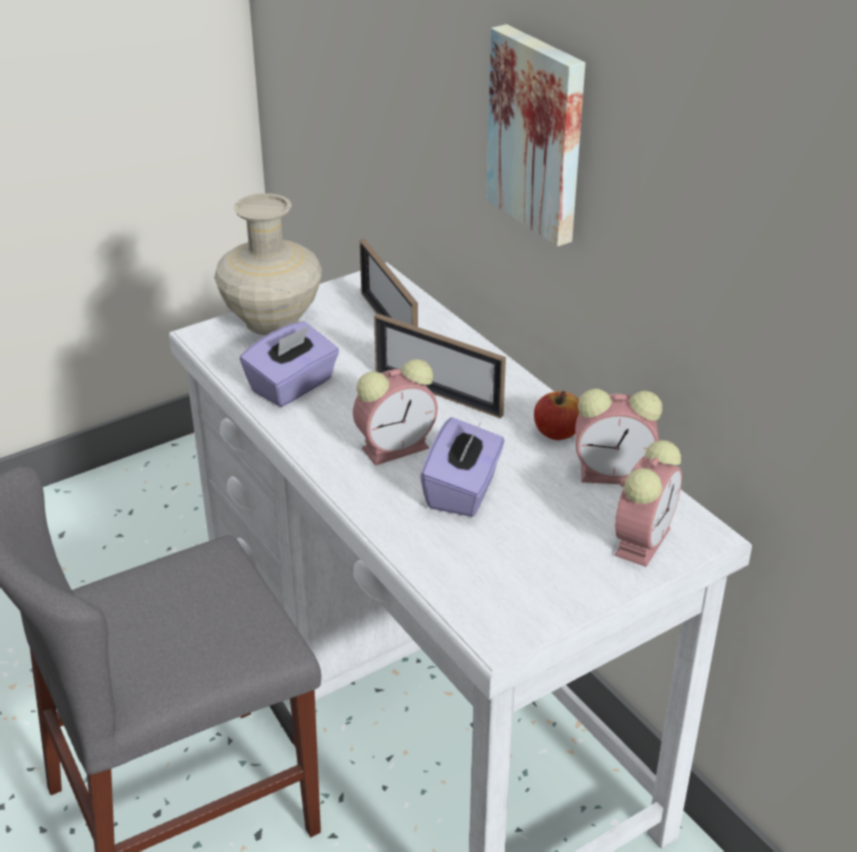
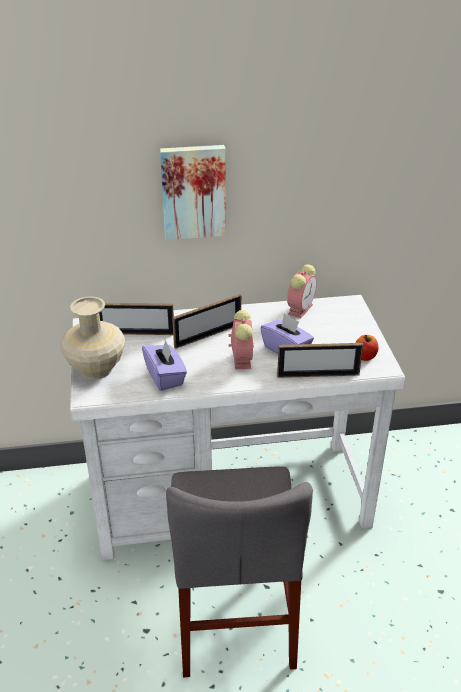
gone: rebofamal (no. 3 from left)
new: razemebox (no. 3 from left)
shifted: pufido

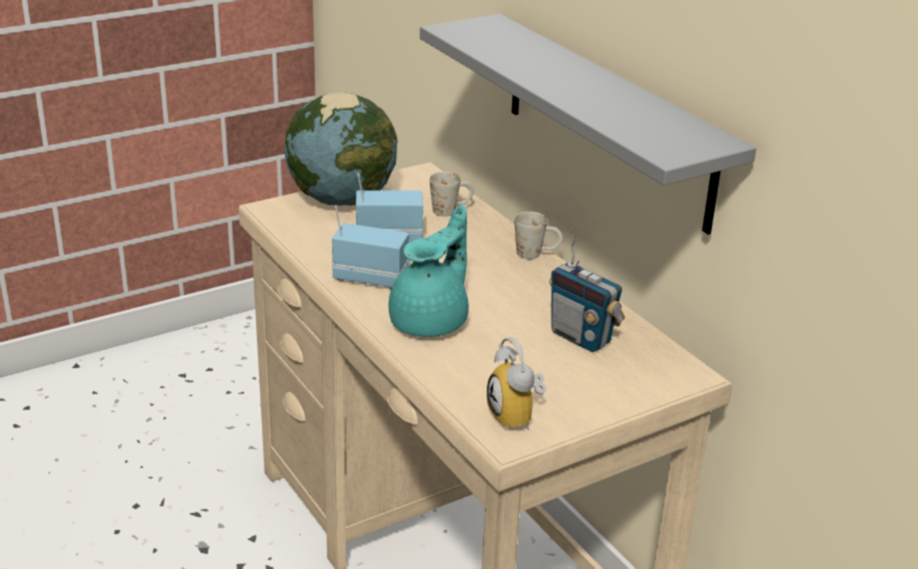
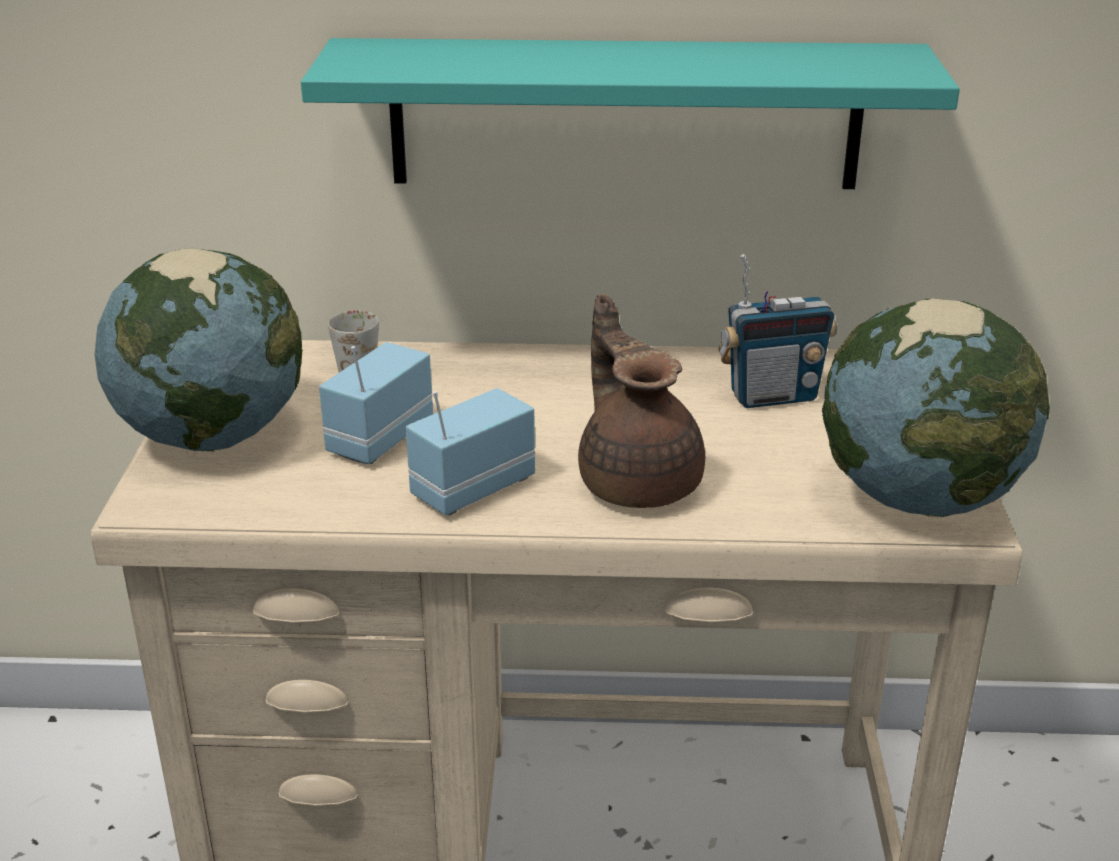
gone: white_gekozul (no. 2 from left)
swapped: rebofamal to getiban (no. 2 from left)
repainted: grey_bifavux to turquoise_bifavux; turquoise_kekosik to brown_kekosik

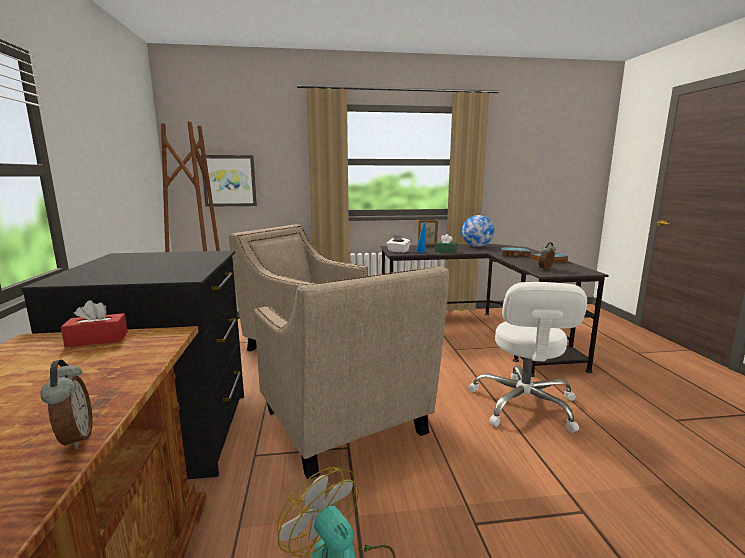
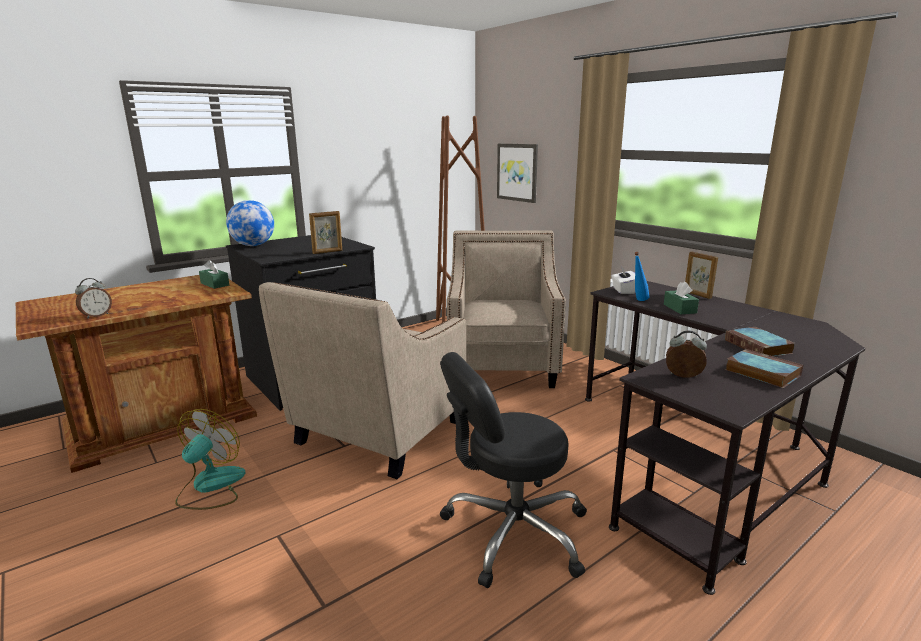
new: razemebox (no. 1 from left)
shifted: getiban
repainted: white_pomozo to black_pomozo; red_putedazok to green_putedazok (no. 1 from left)

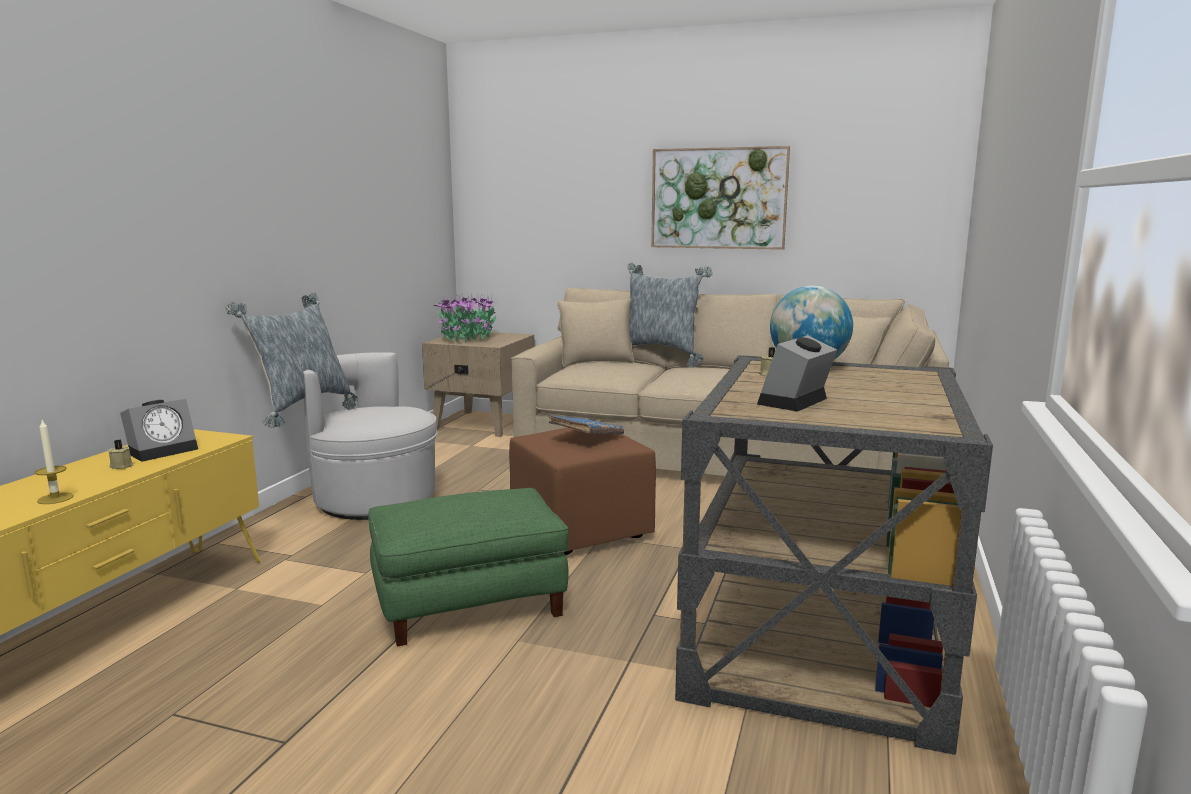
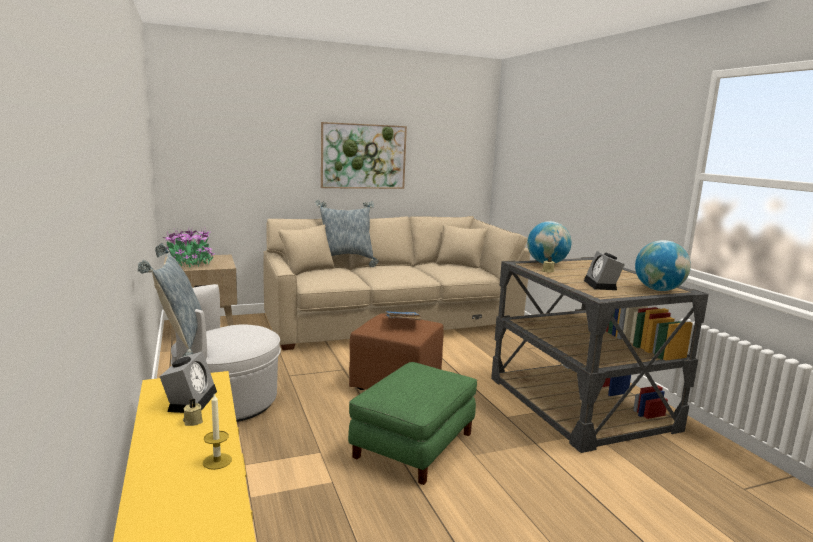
new: getiban (no. 2 from left)

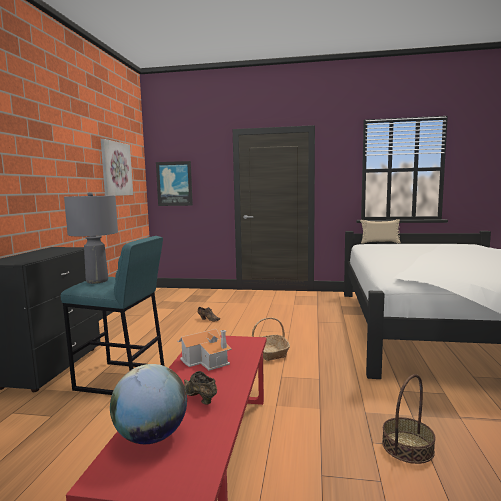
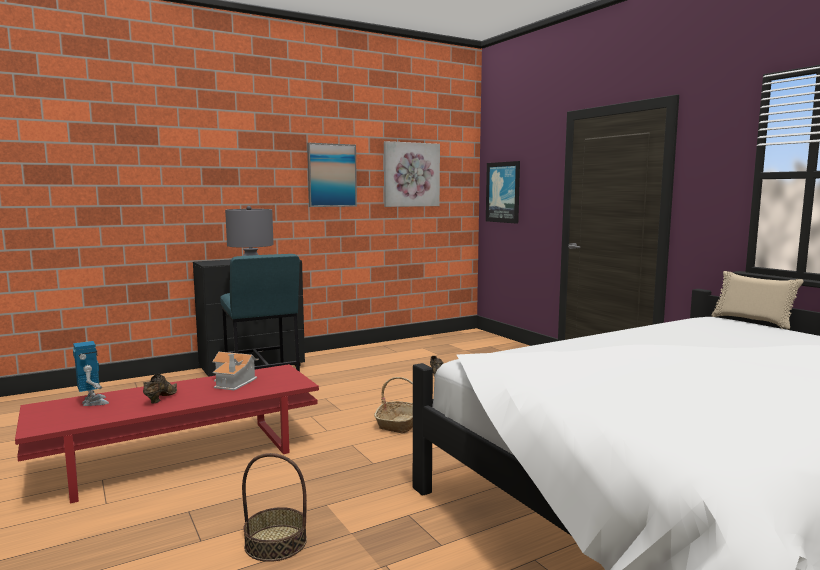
new: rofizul (no. 1 from left)
swapped: getiban to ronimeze

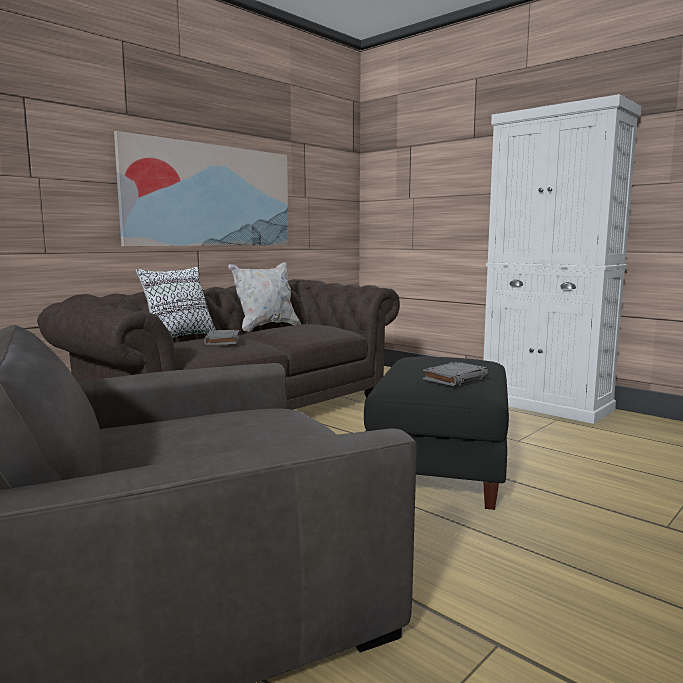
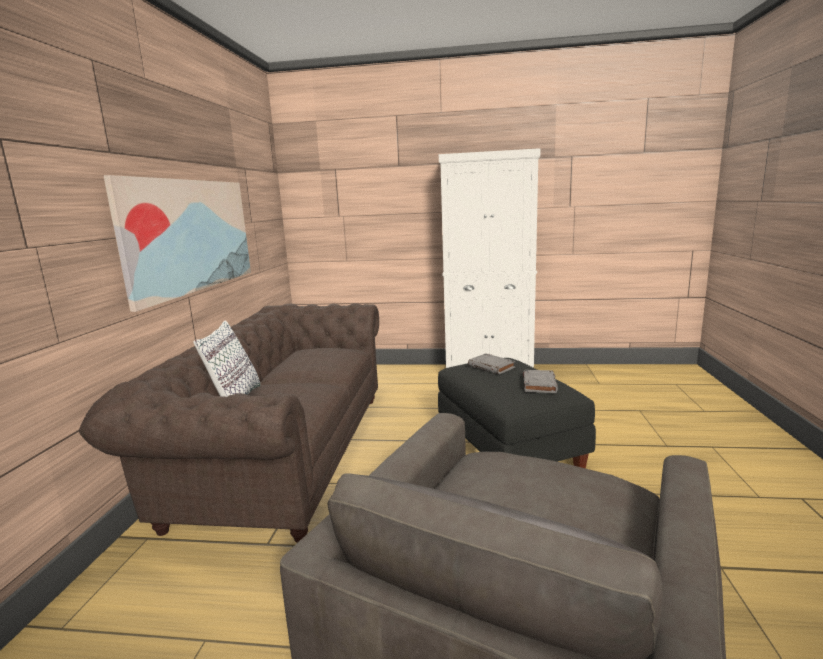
gone: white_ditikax (no. 2 from left)
shifted: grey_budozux (no. 1 from left)

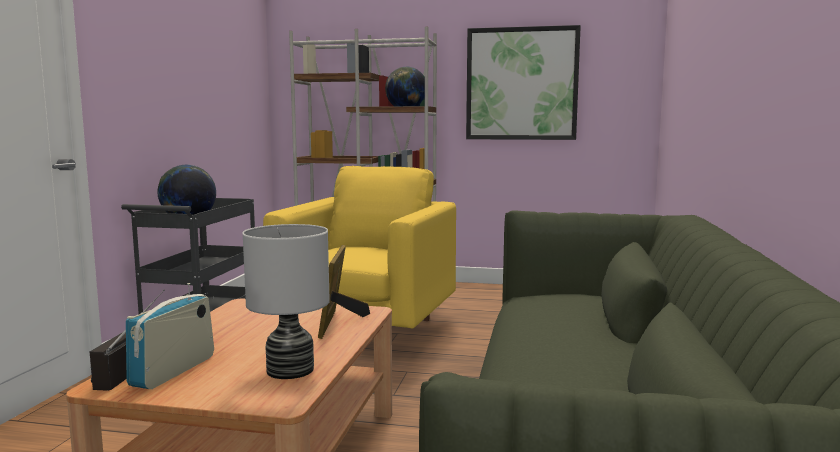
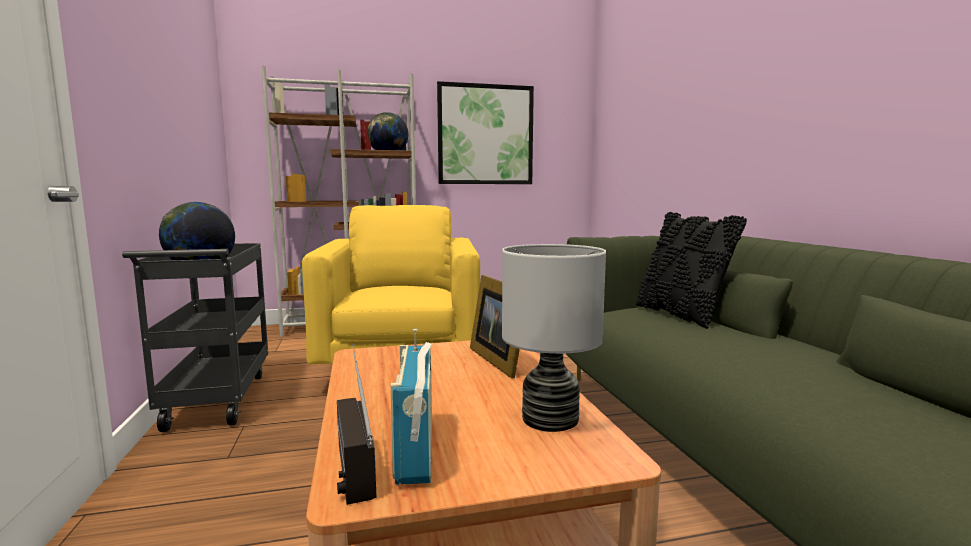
new: black_ditikax

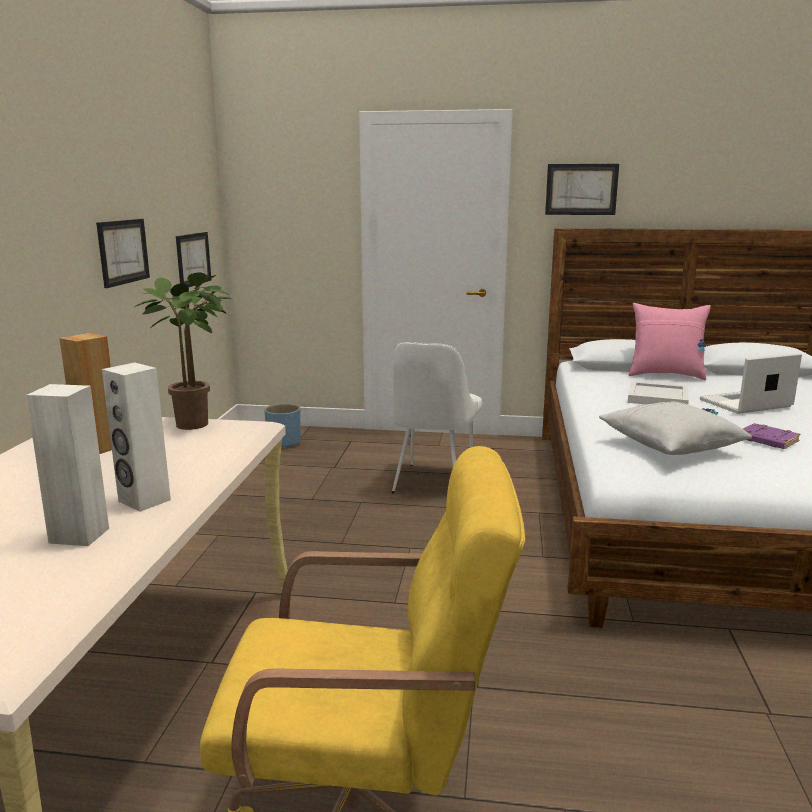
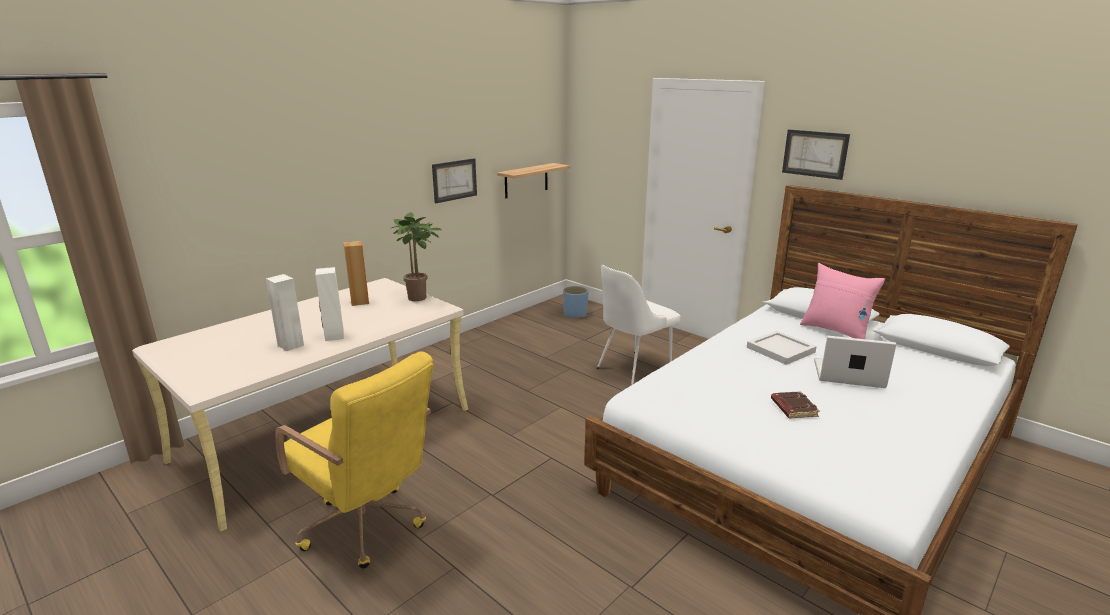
gone: grey_ditikax
swapped: rofizul (no. 2 from left) to bifavux
repainted: purple_budozux to brown_budozux

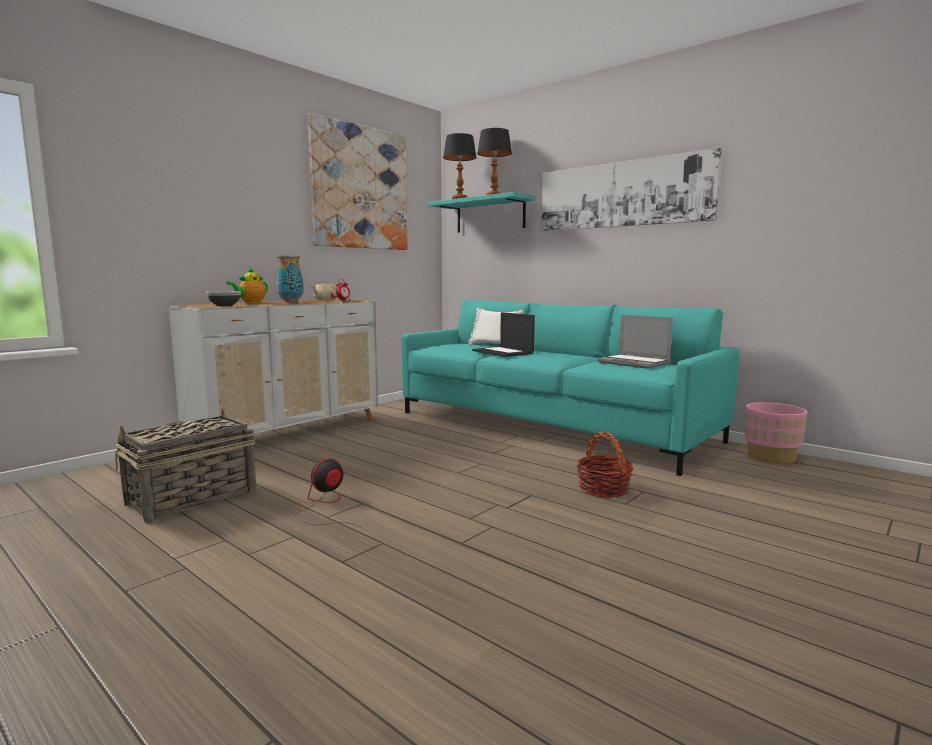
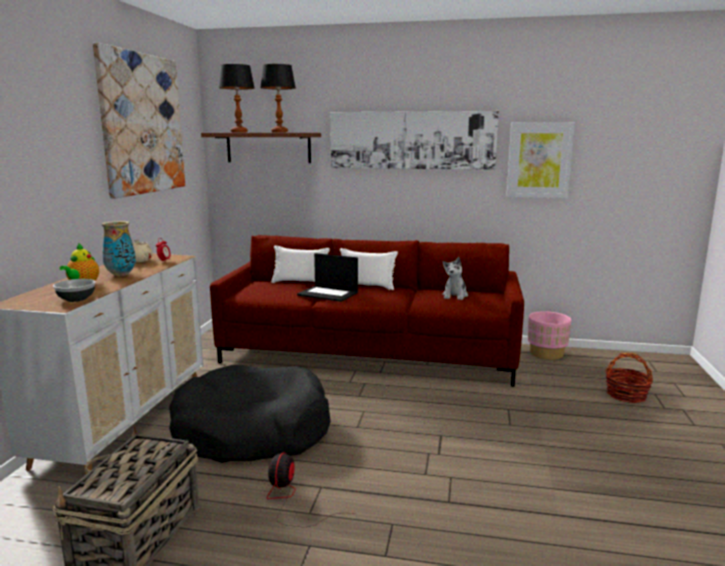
new: rofizul (no. 3 from left); white_ditikax (no. 2 from left); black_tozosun
shifted: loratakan (no. 2 from left)
swapped: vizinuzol (no. 2 from left) to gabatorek
repainted: turquoise_bifavux to brown_bifavux; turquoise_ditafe to red_ditafe

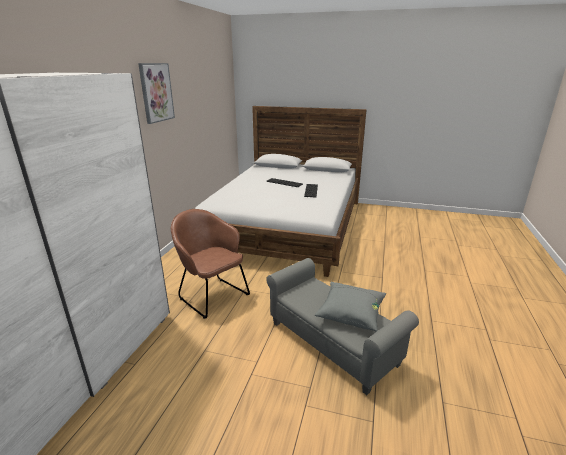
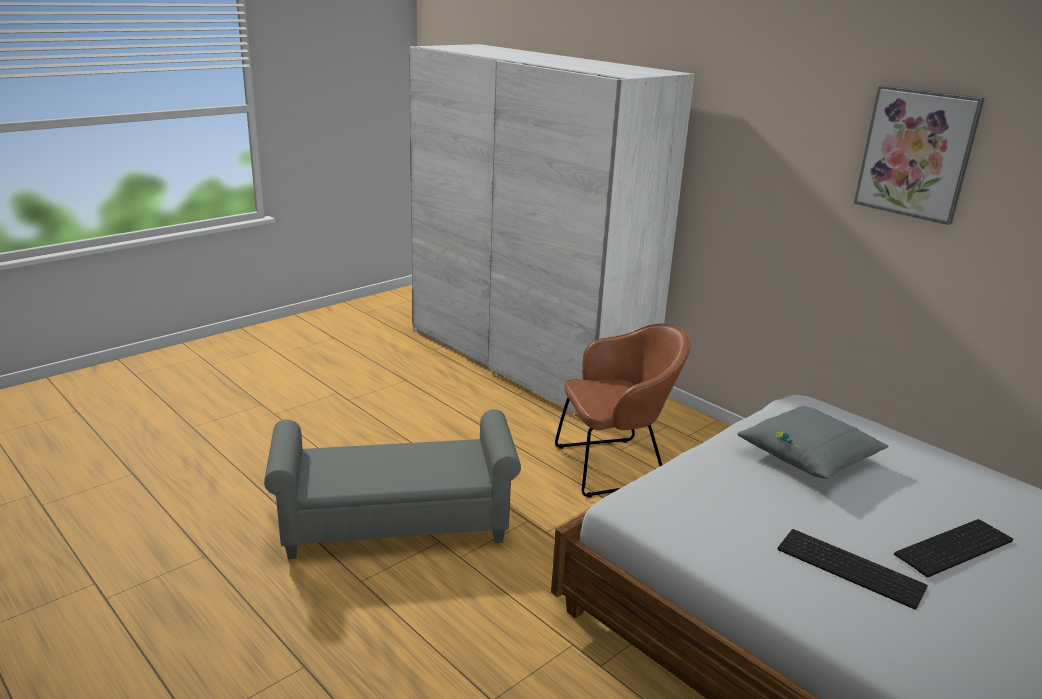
shifted: grey_ditikax

